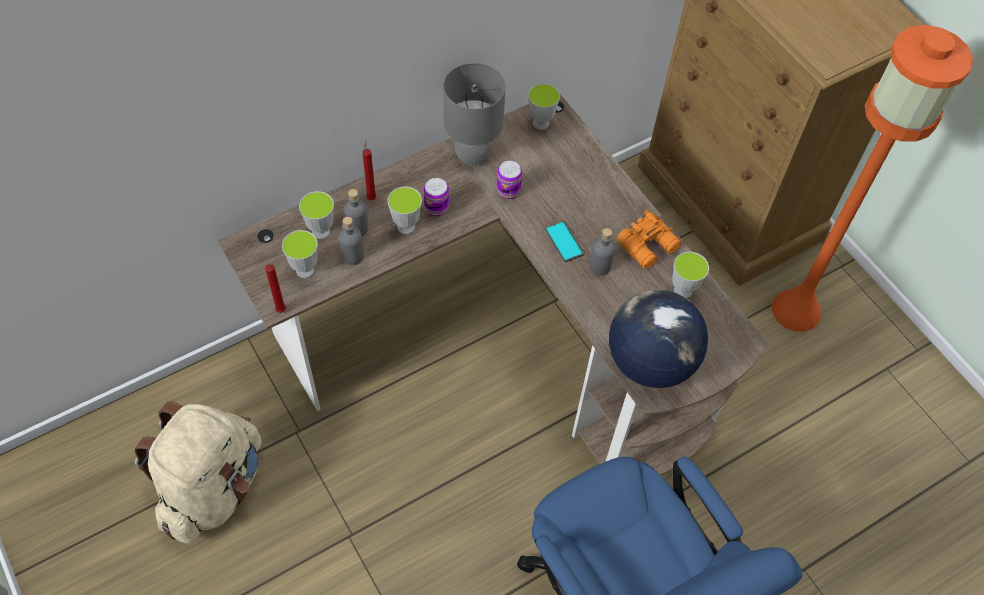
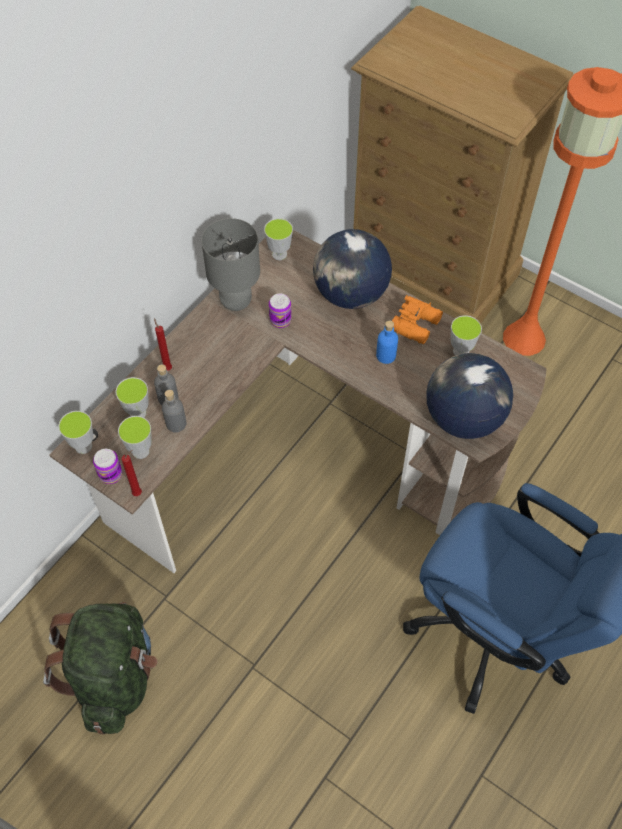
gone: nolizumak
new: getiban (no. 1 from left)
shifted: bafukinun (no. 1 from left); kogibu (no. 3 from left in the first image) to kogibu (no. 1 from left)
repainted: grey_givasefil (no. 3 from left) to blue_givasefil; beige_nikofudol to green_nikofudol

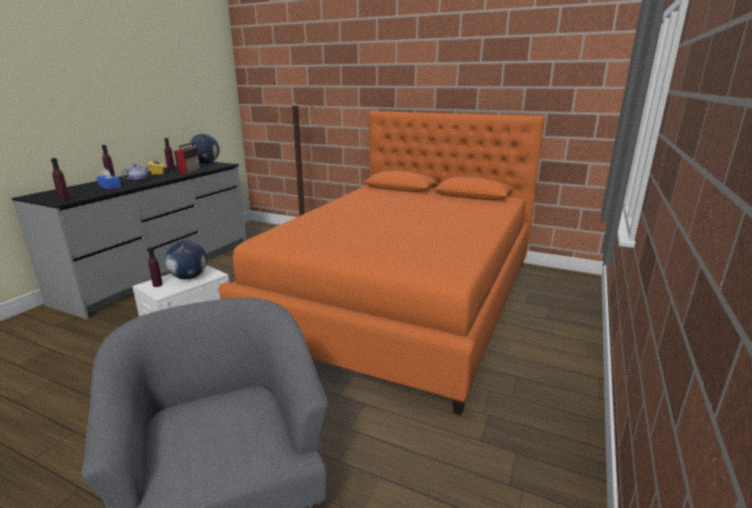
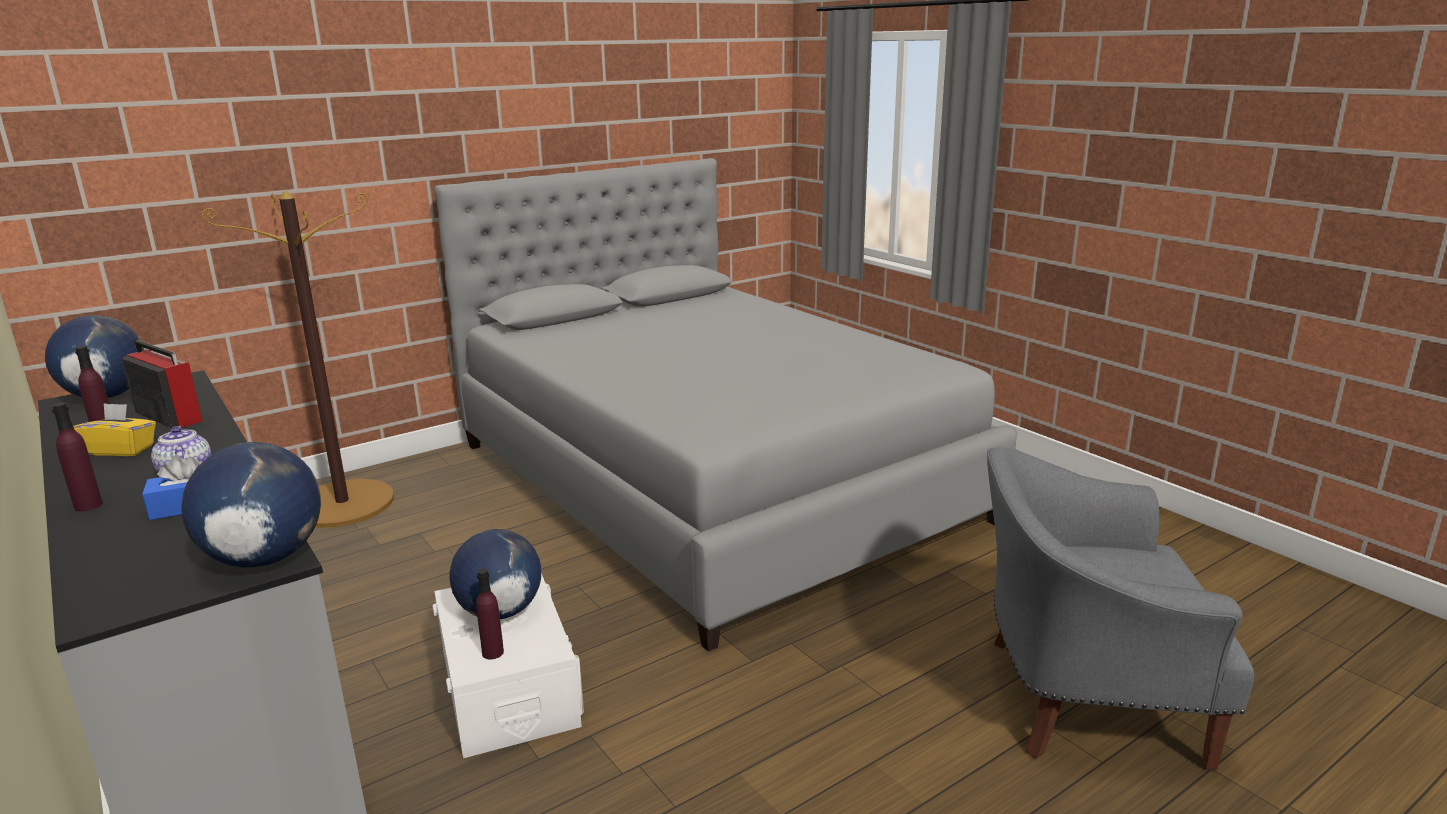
swapped: purple_givasefil (no. 1 from left) to getiban (no. 2 from left)
repainted: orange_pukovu to grey_pukovu

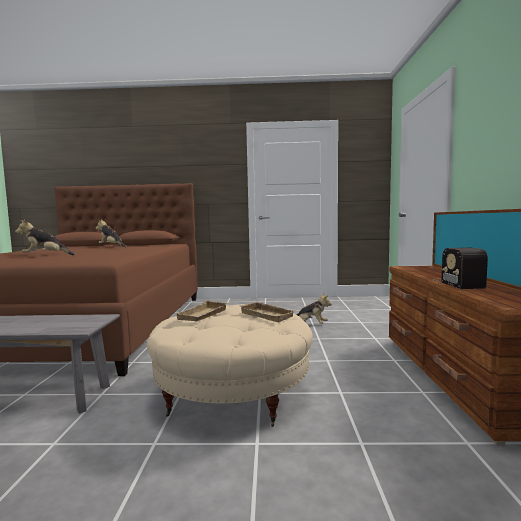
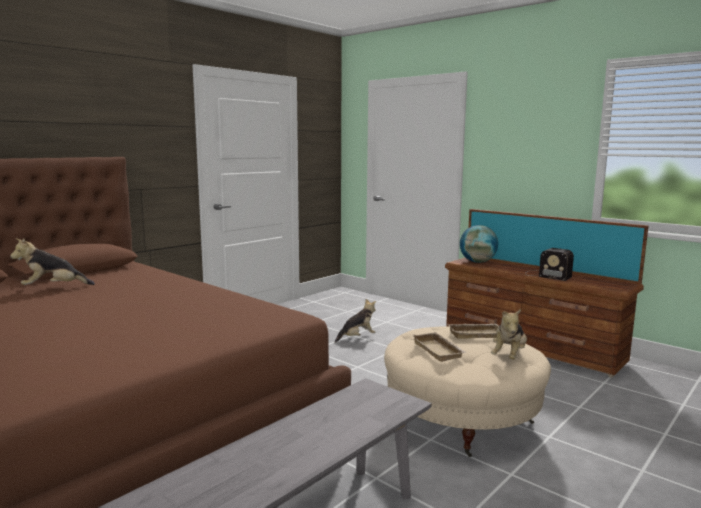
new: getiban
shifted: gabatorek (no. 1 from left in the first image) to gabatorek (no. 3 from left)

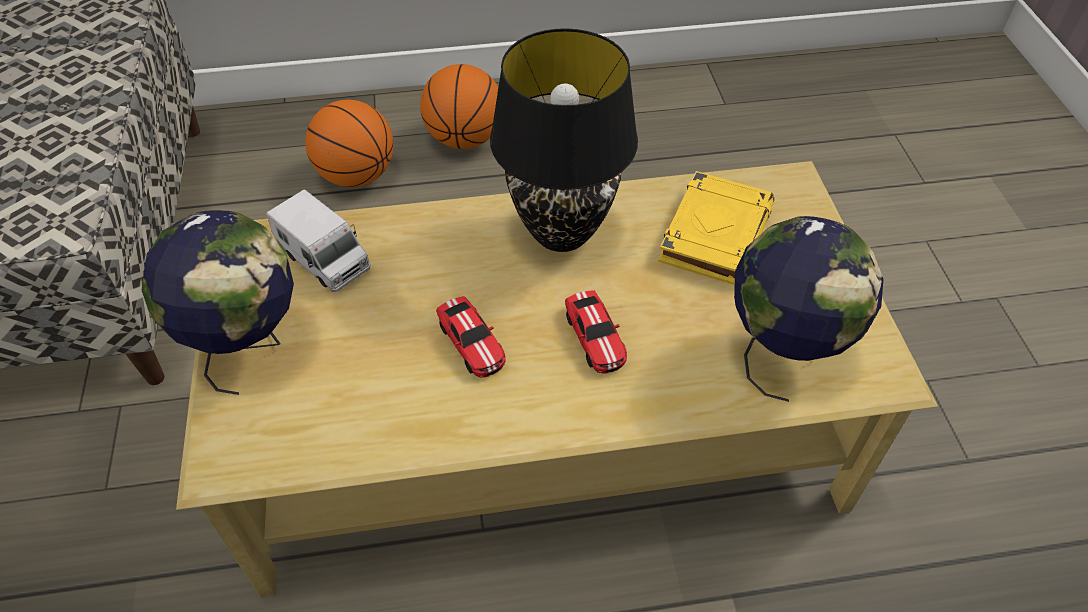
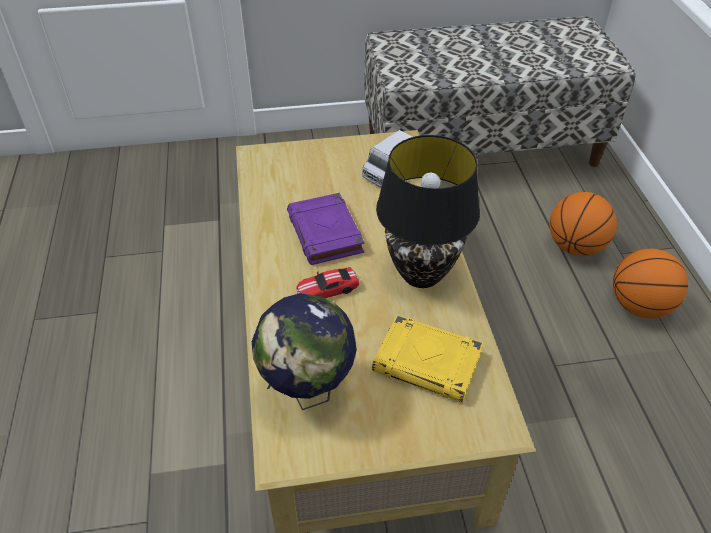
gone: getiban (no. 1 from left)
swapped: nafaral (no. 1 from left) to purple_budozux

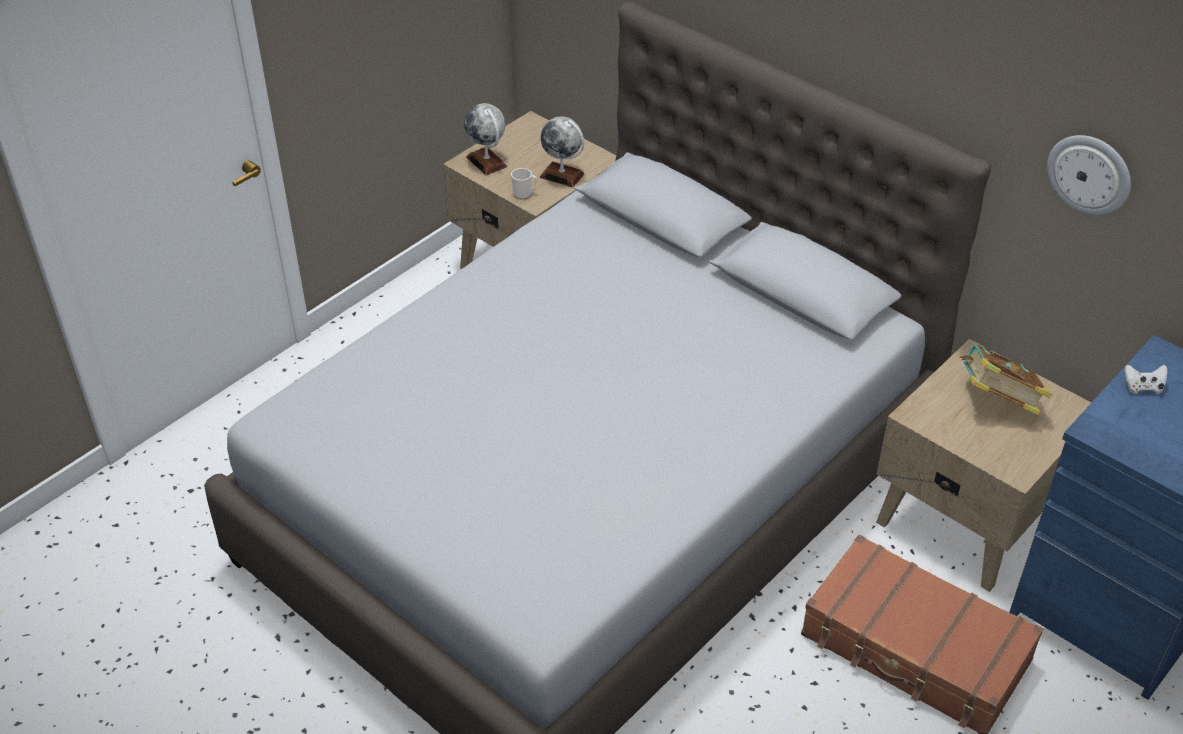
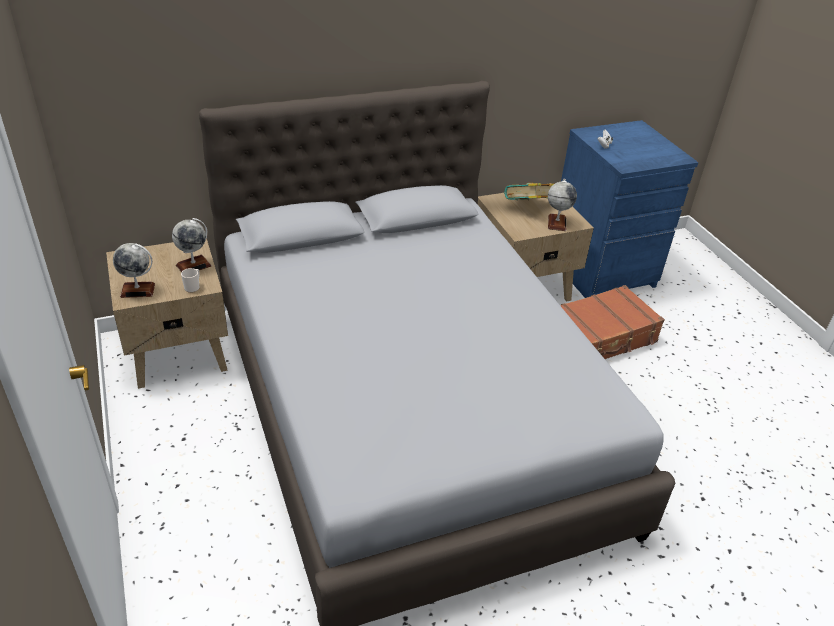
gone: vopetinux
new: getiban (no. 3 from left)

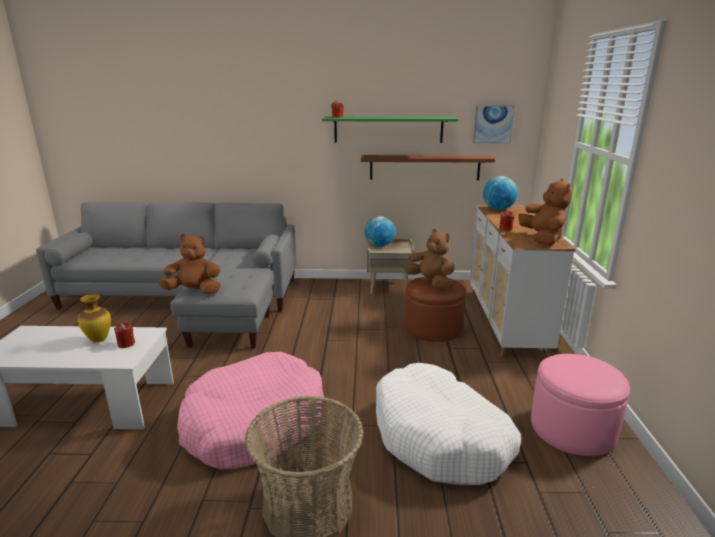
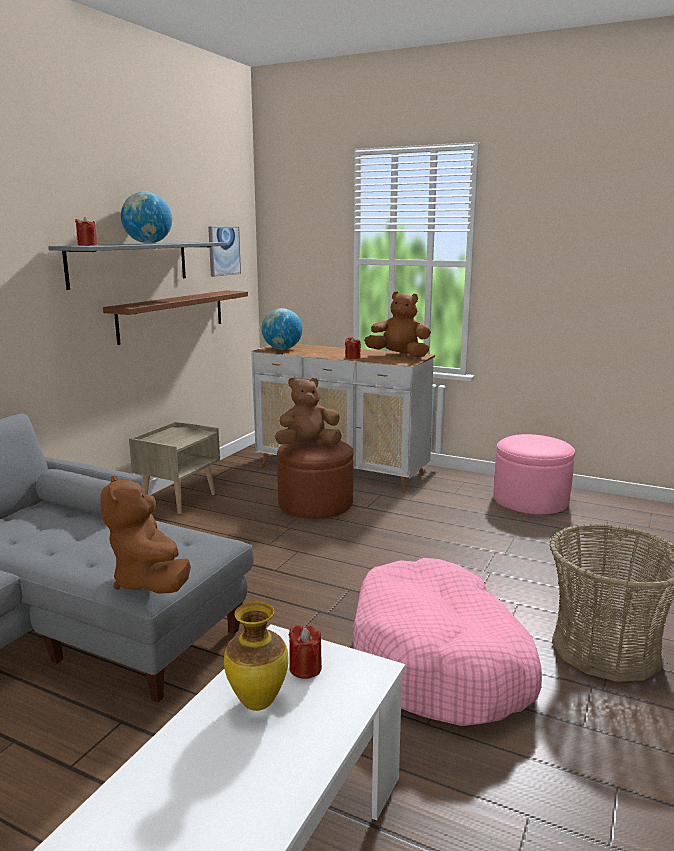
gone: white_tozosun
shifted: getiban (no. 1 from left)
repainted: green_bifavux to grey_bifavux
rotated: brown_gabatorek (no. 1 from left) 45 degrees counterclockwise

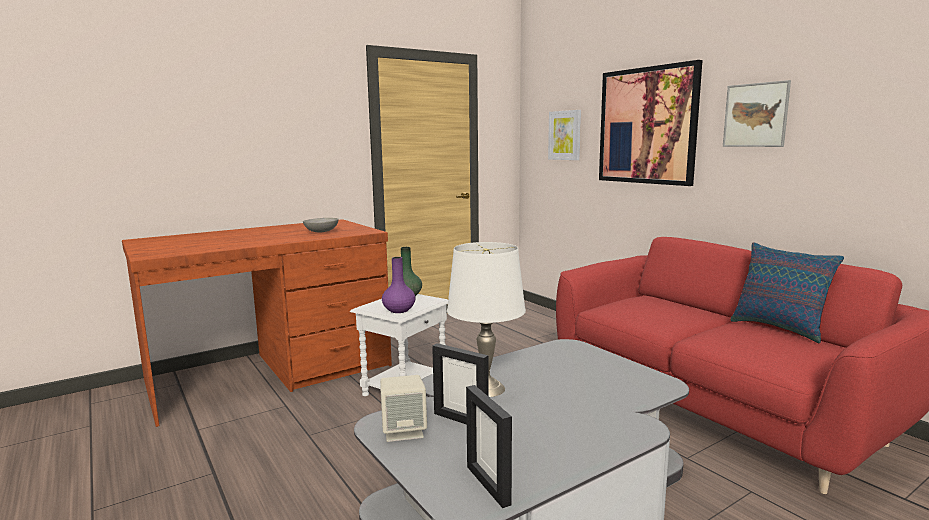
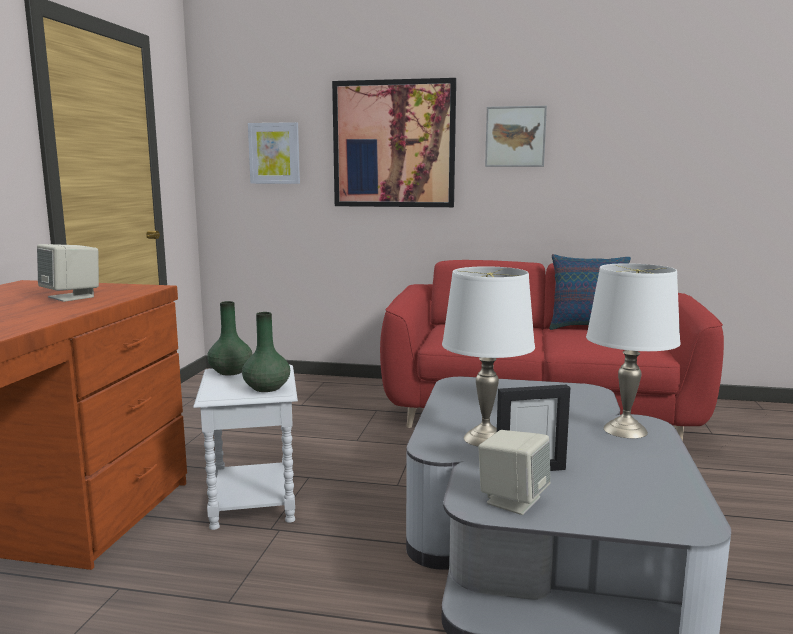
gone: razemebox (no. 2 from left)
new: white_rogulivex (no. 2 from left)
swapped: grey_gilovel to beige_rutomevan (no. 1 from left)
repainted: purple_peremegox to green_peremegox (no. 2 from left)

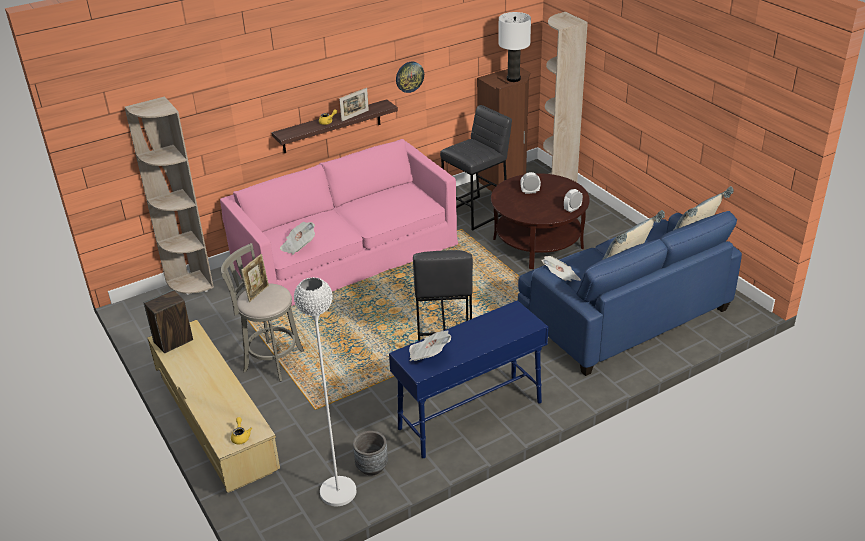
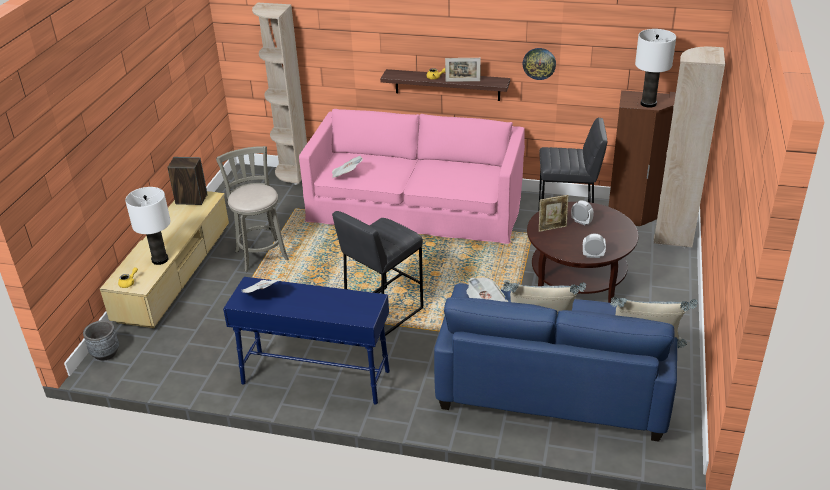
gone: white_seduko
new: white_rogulivex (no. 1 from left)
shifted: razemebox (no. 1 from left in the first image) to razemebox (no. 2 from left); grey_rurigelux

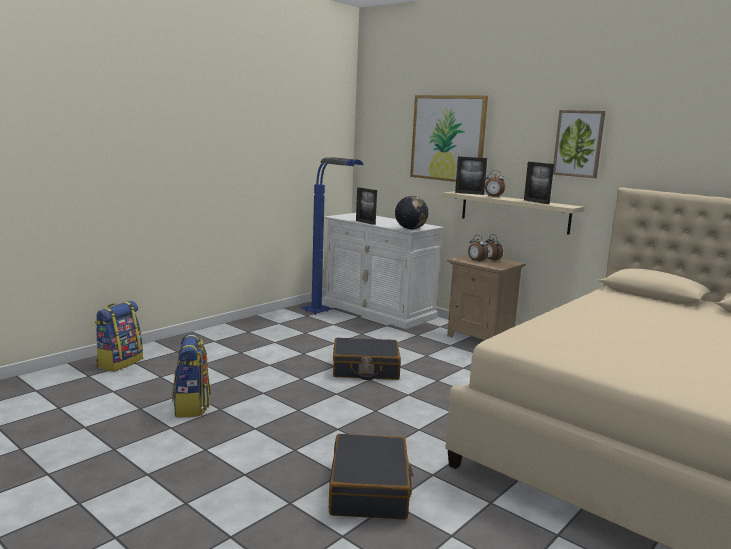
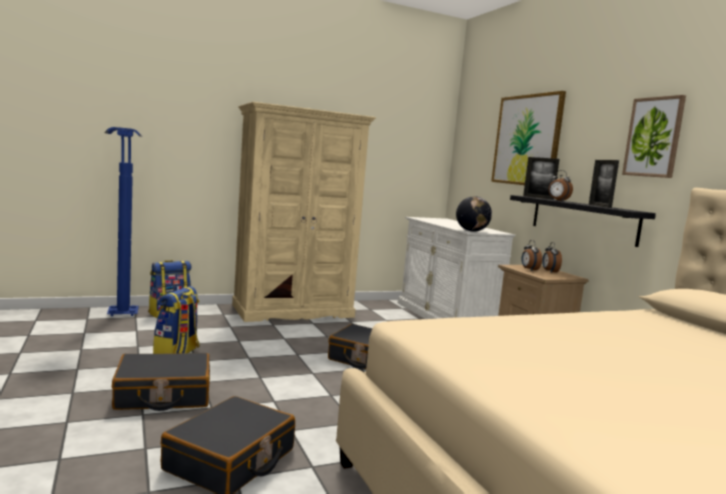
gone: razemebox (no. 1 from left)
new: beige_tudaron; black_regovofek (no. 1 from left)
shifted: blue_seduko
repainted: beige_bifavux to black_bifavux

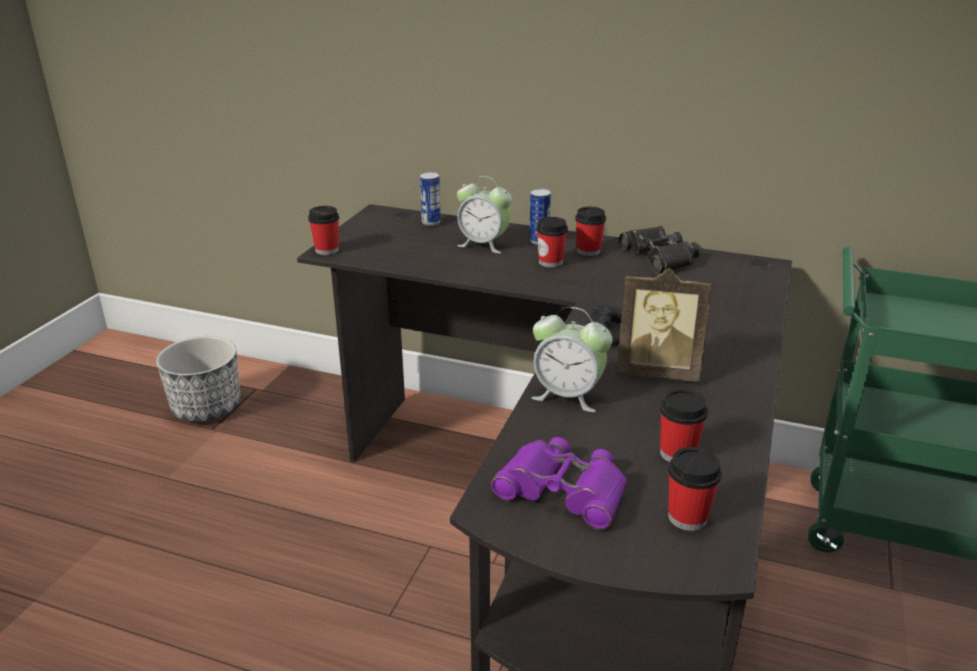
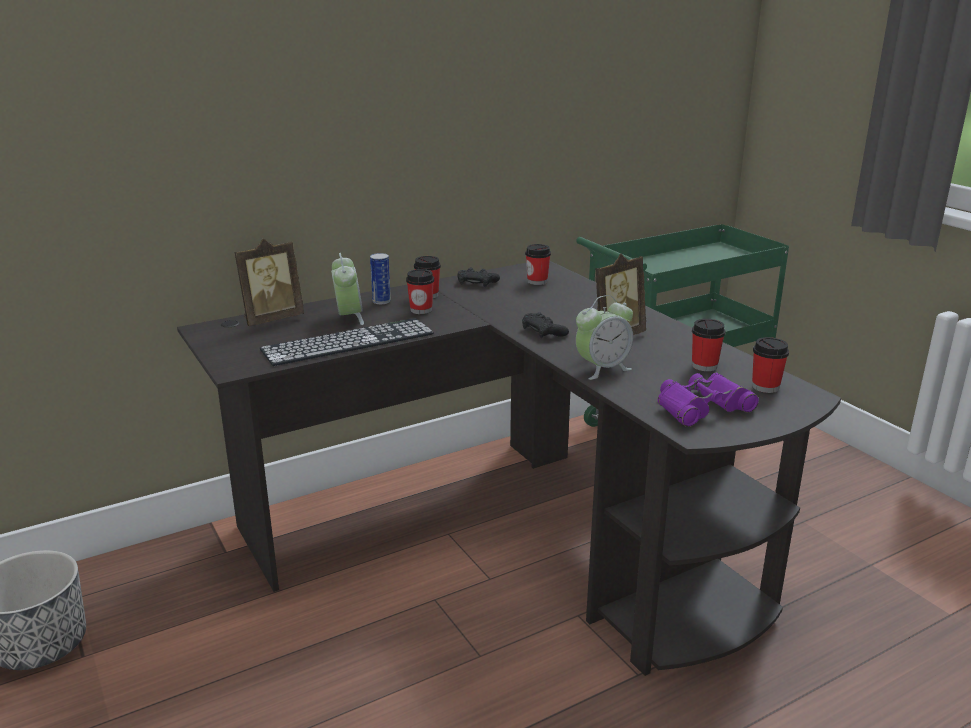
new: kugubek
shifted: kogibu (no. 1 from left in the first image) to kogibu (no. 3 from left)
swapped: bafukinun (no. 1 from left) to razemebox (no. 1 from left); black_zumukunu to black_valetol (no. 1 from left)
rotated: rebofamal (no. 1 from left) 75 degrees counterclockwise

